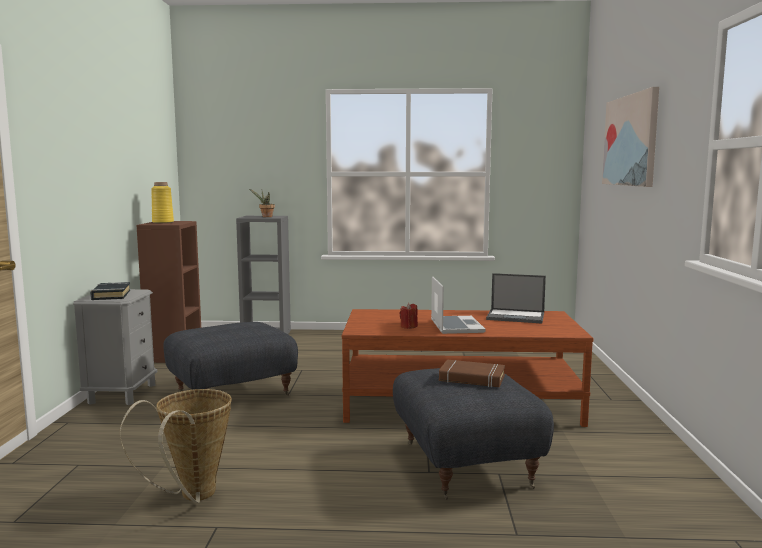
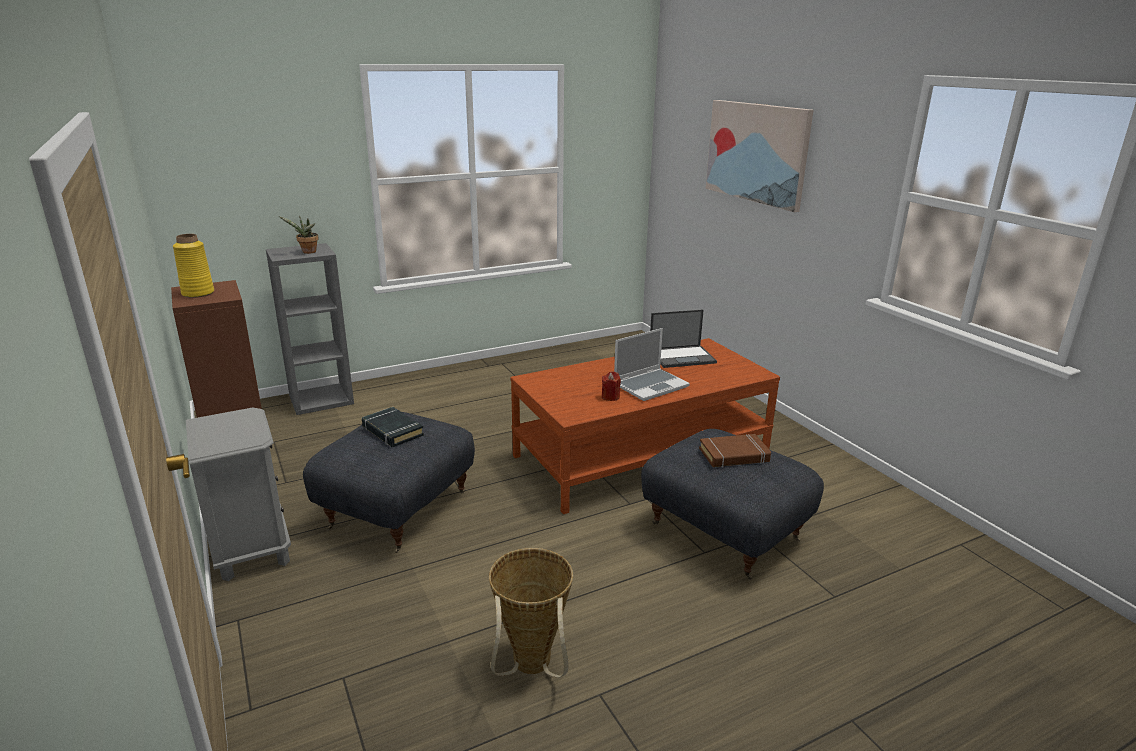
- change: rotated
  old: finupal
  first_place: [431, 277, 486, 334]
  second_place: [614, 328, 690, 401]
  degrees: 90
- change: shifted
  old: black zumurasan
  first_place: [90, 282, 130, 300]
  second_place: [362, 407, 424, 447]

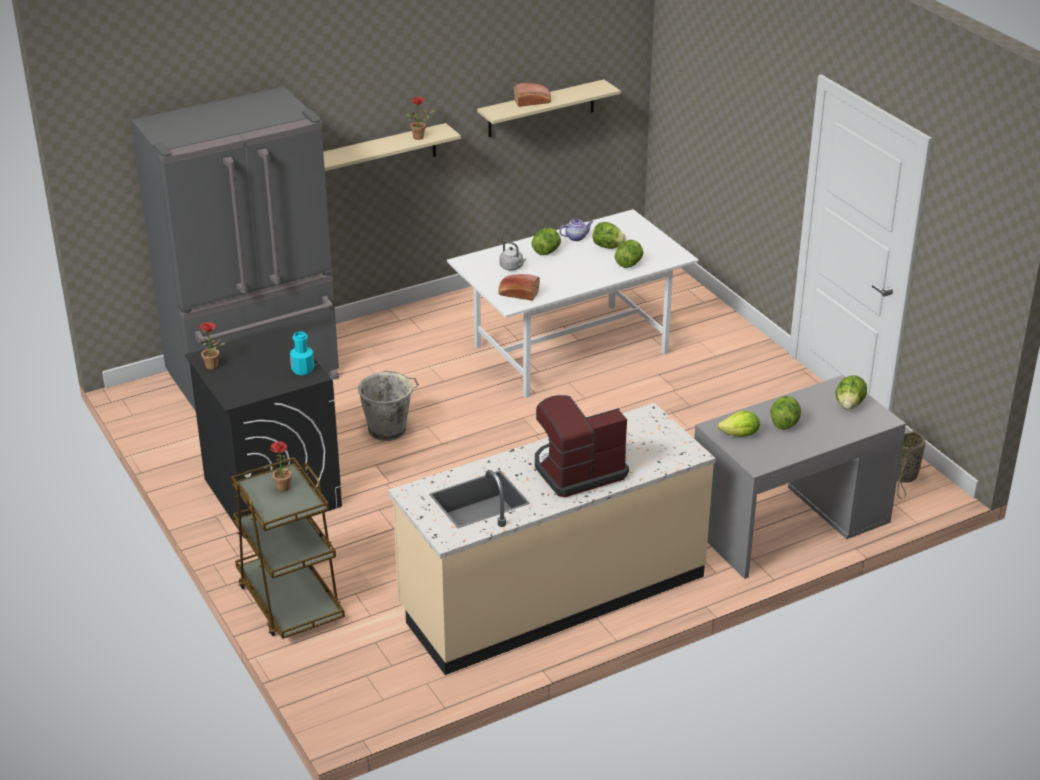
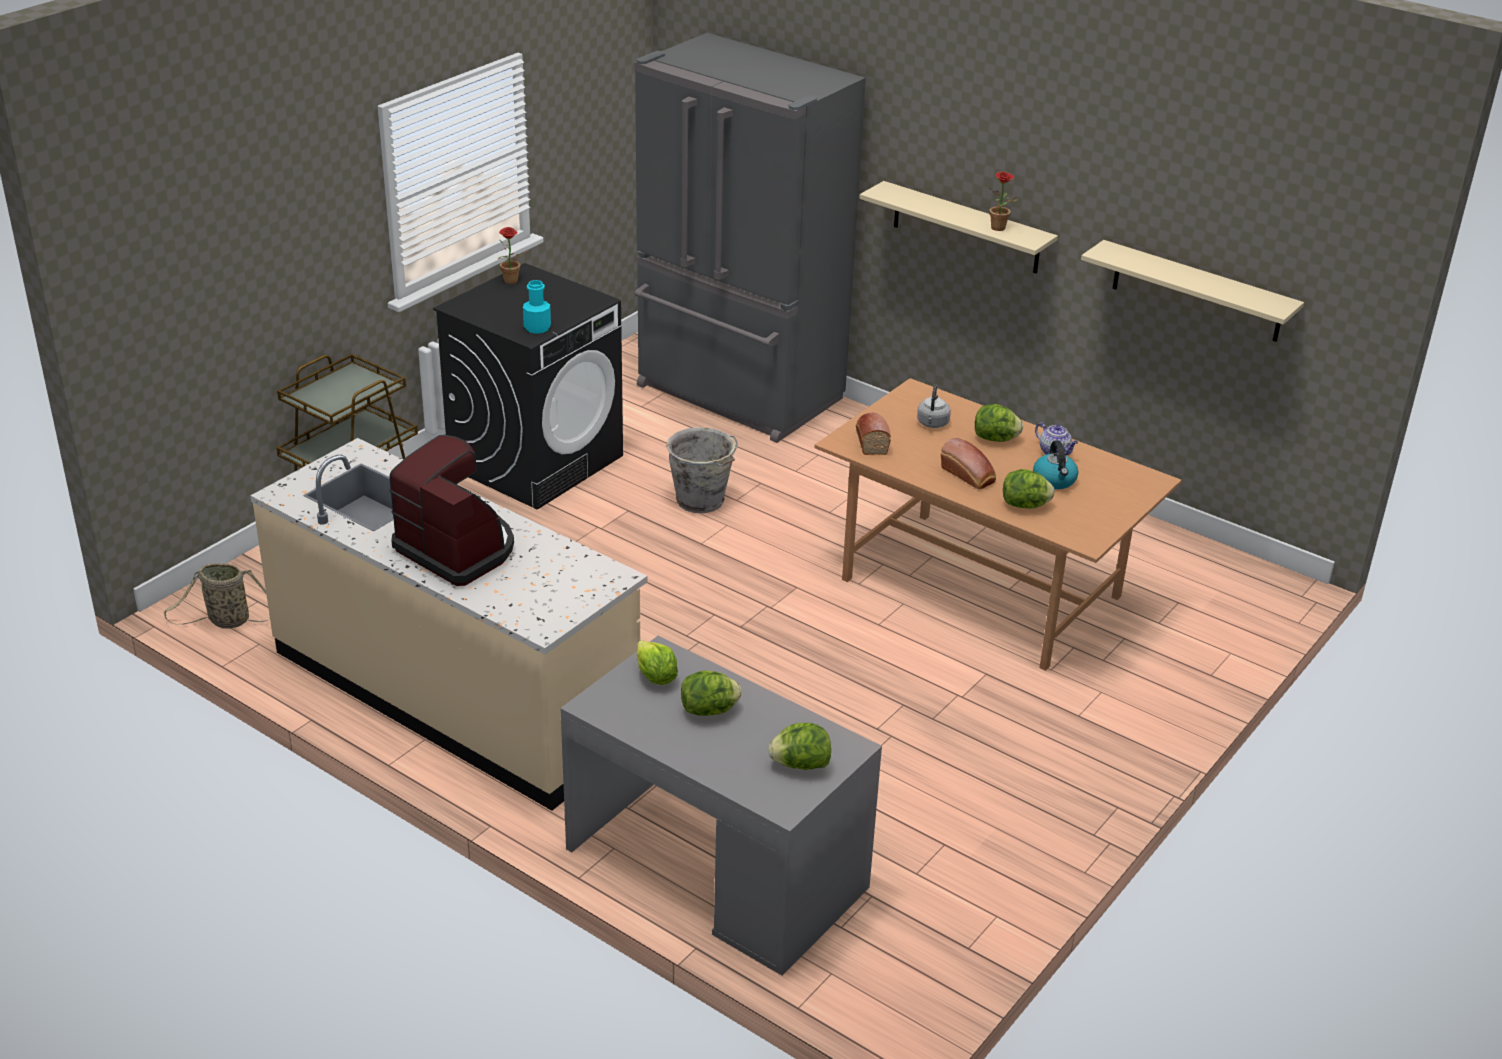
- change: shifted
  old: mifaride
  first_place: [514, 83, 551, 107]
  second_place: [941, 438, 996, 489]
- change: repainted
  old: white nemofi
  new: brown nemofi
  first_place: [447, 209, 699, 398]
  second_place: [814, 378, 1182, 671]
- change: swapped
  old: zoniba
  new: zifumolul
  first_place: [593, 222, 626, 249]
  second_place: [1033, 440, 1078, 489]
- change: shifted
  old: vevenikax
  first_place: [896, 428, 925, 499]
  second_place: [164, 563, 268, 629]
- change: gone
  old: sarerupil
  first_place: [262, 442, 300, 492]

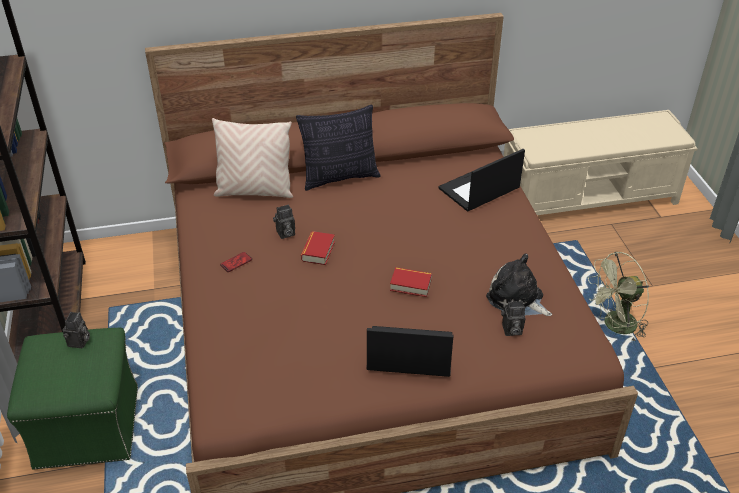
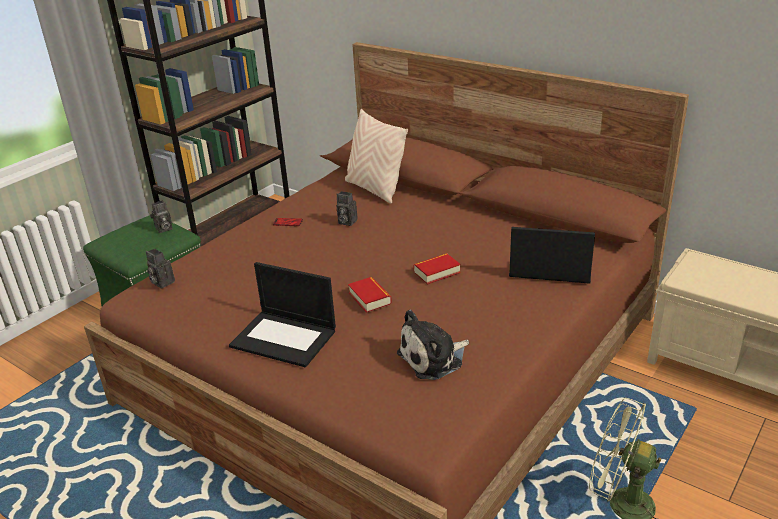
- change: gone
  old: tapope
  first_place: [296, 105, 380, 191]
- change: shifted
  old: zumurasan
  first_place: [301, 231, 335, 265]
  second_place: [413, 253, 461, 284]
- change: rotated
  old: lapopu
  first_place: [486, 253, 552, 316]
  second_place: [397, 310, 469, 380]
  degrees: -120
- change: shifted
  old: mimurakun
  first_place: [501, 301, 525, 336]
  second_place: [146, 248, 175, 288]
- change: rotated
  old: finupal
  first_place: [366, 326, 454, 377]
  second_place: [229, 262, 336, 367]
  degrees: 150

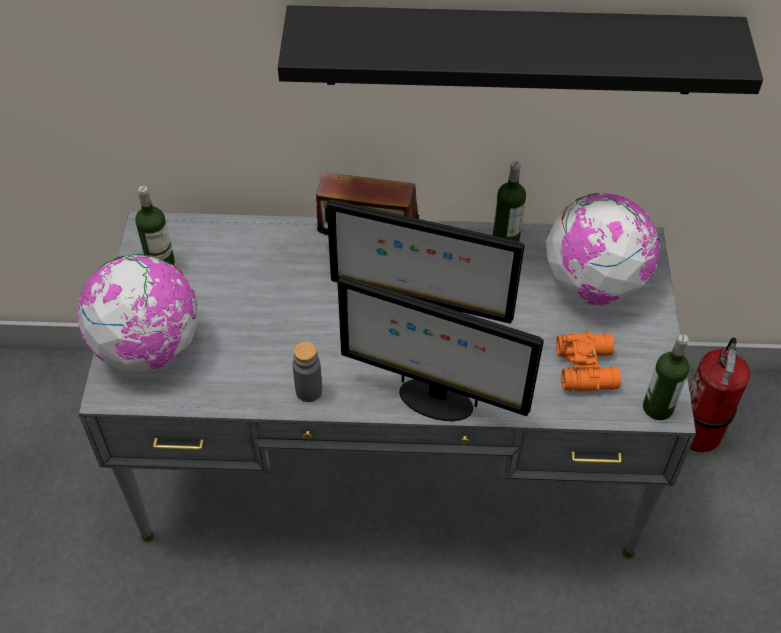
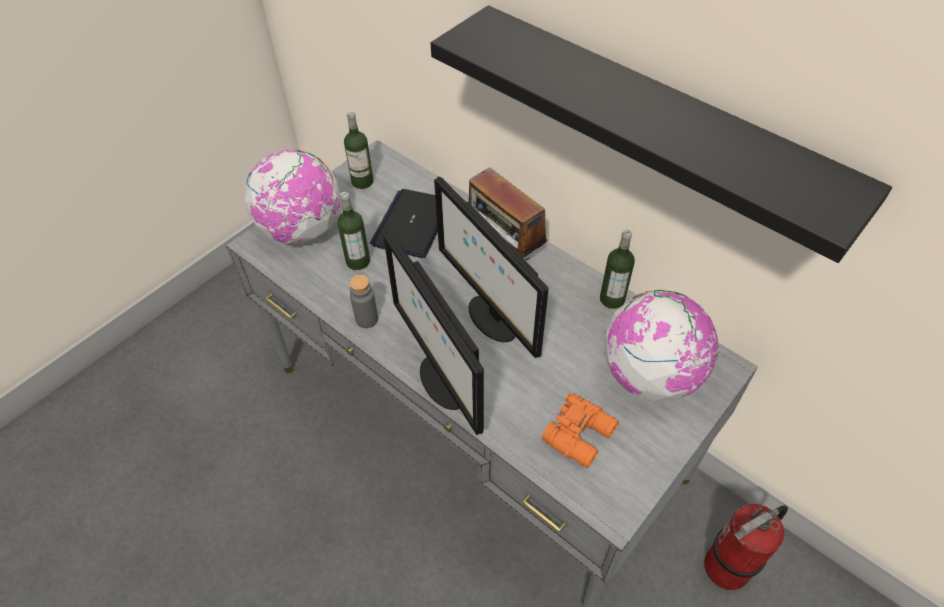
- change: shifted
  old: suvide
  first_place: [643, 334, 689, 420]
  second_place: [337, 192, 370, 270]
- change: new
  new: finupal
  second_place: [370, 189, 438, 258]

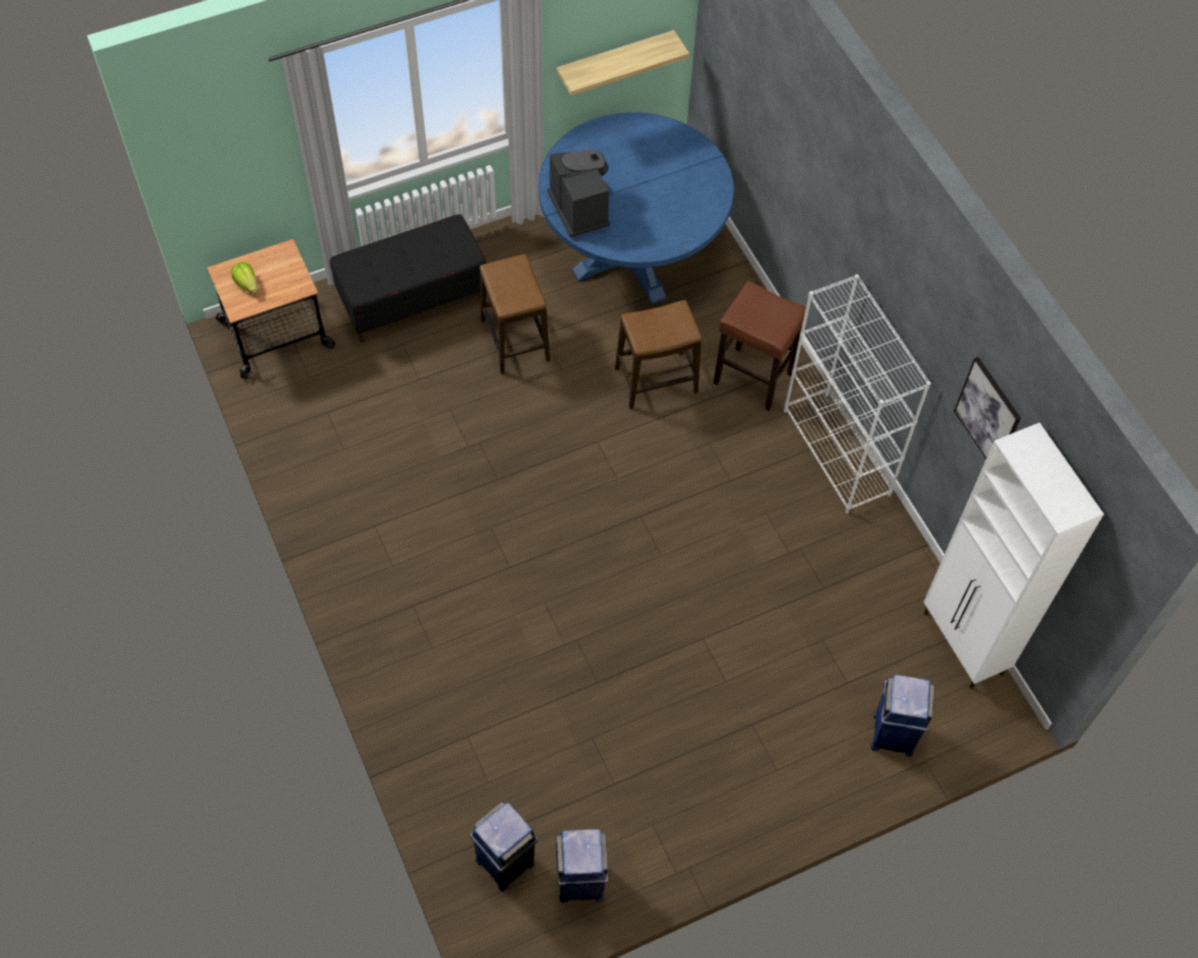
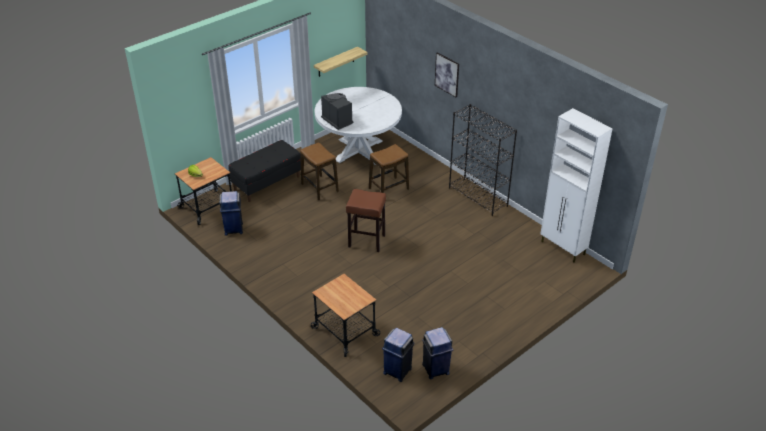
- change: repainted
  old: blue nemofi
  new: white nemofi
  first_place: [538, 112, 734, 304]
  second_place: [315, 87, 402, 164]
- change: repainted
  old: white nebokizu
  new: black nebokizu
  first_place: [784, 274, 931, 514]
  second_place: [449, 104, 517, 216]
- change: shifted
  old: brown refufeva
  first_place: [713, 281, 806, 411]
  second_place: [346, 189, 386, 252]
- change: shifted
  old: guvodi
  first_place: [954, 357, 1021, 458]
  second_place: [435, 52, 459, 97]
- change: shifted
  old: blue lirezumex
  first_place: [871, 674, 934, 757]
  second_place: [219, 191, 243, 236]
- change: new
  new: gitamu
  second_place: [311, 274, 380, 357]

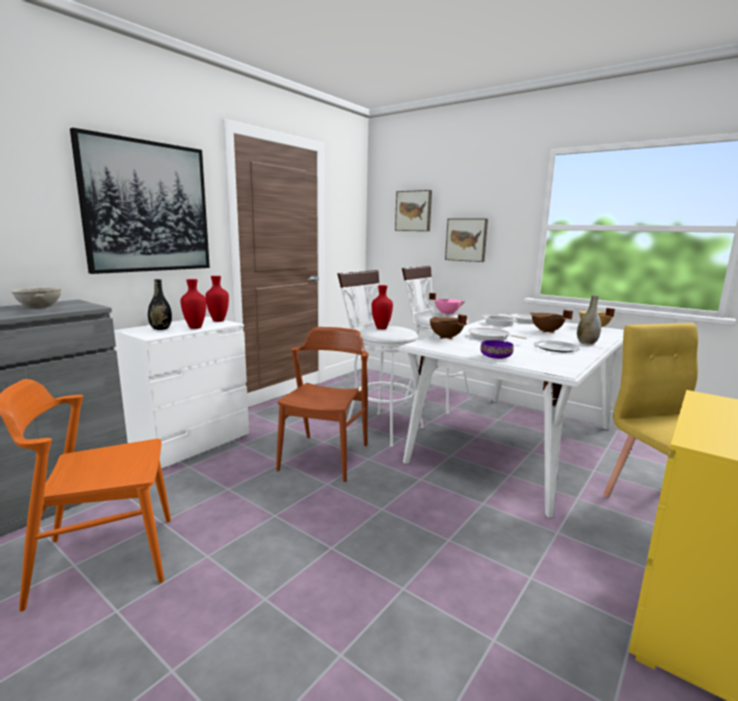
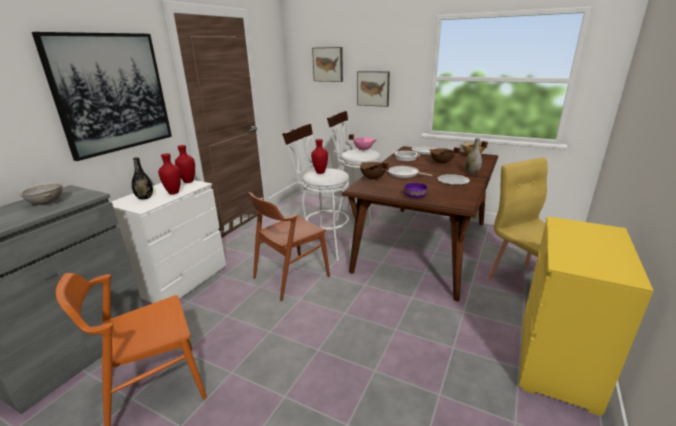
- change: repainted
  old: white nemofi
  new: brown nemofi
  first_place: [399, 314, 624, 518]
  second_place: [342, 146, 498, 301]
- change: rotated
  old: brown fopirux
  first_place: [276, 327, 369, 482]
  second_place: [248, 192, 330, 301]
  degrees: -135

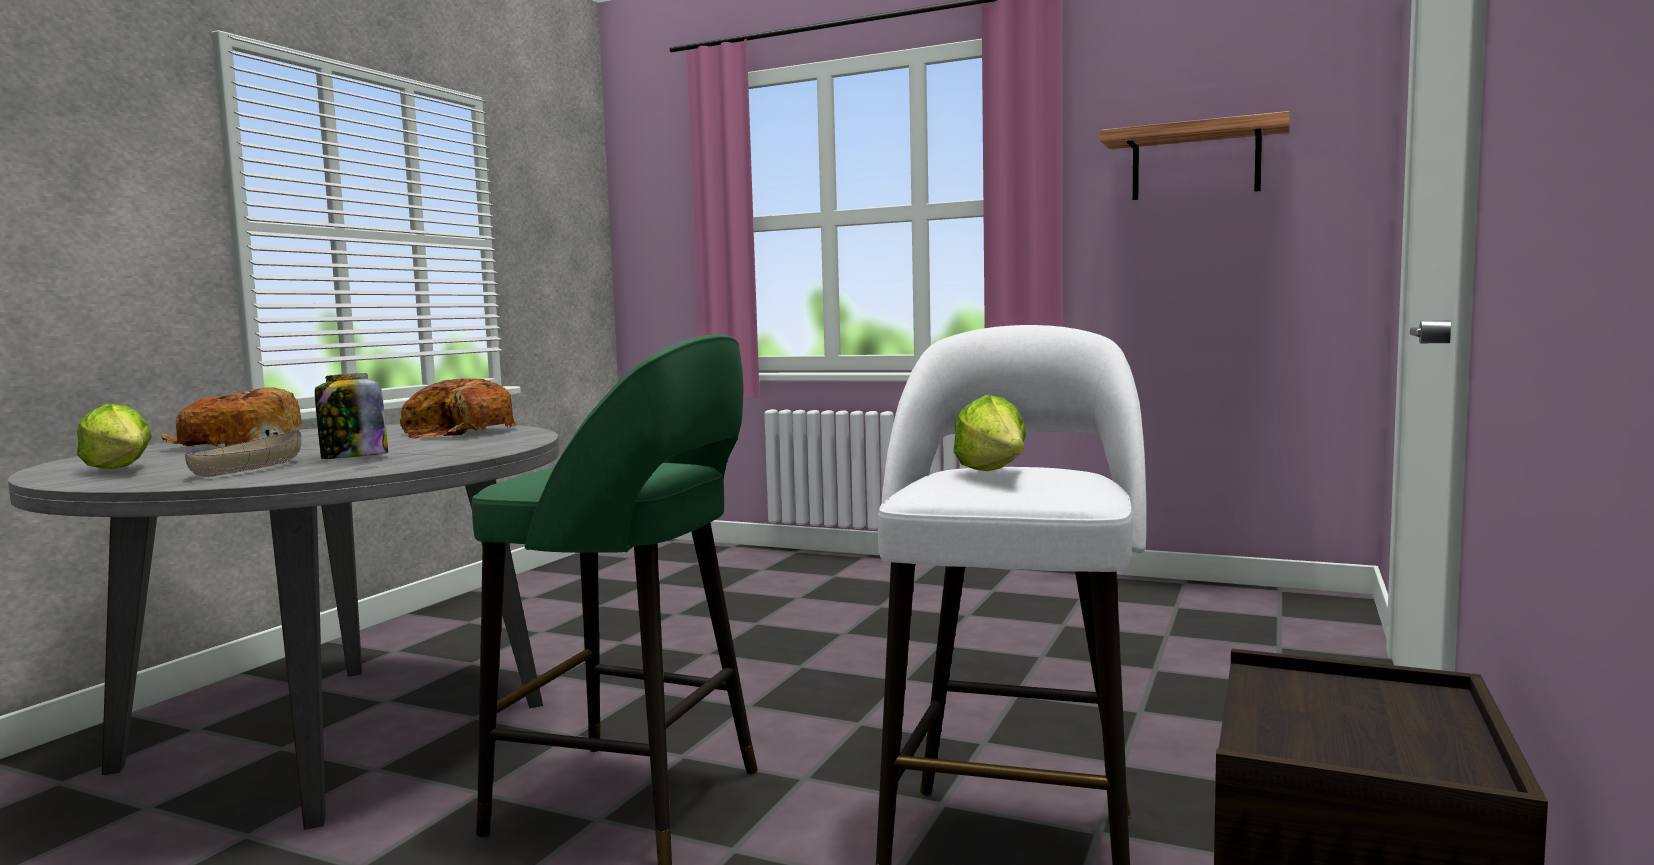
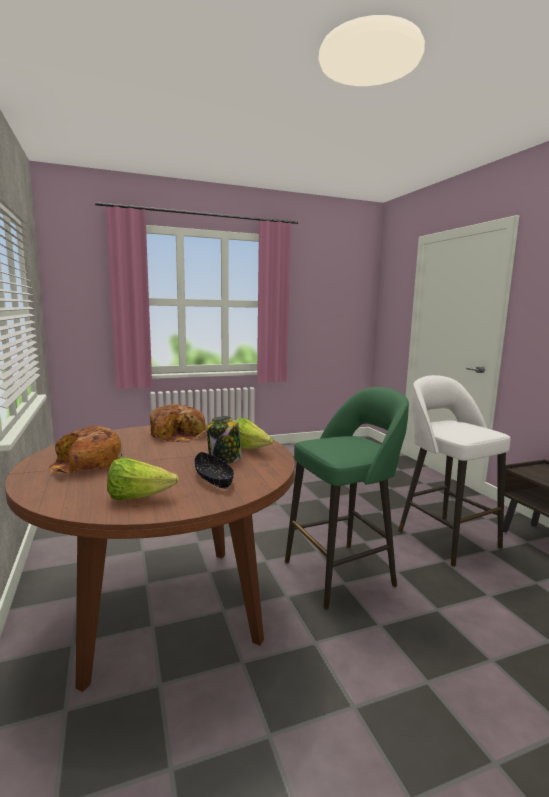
- change: gone
  old: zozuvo
  first_place: [1100, 111, 1290, 200]
- change: shifted
  old: zoniba
  first_place: [953, 395, 1026, 471]
  second_place: [236, 418, 273, 449]
- change: repainted
  old: grey nemofi
  new: brown nemofi
  first_place: [8, 424, 559, 830]
  second_place: [5, 425, 295, 692]
- change: repainted
  old: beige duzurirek
  new: black duzurirek
  first_place: [185, 430, 302, 477]
  second_place: [194, 452, 234, 489]

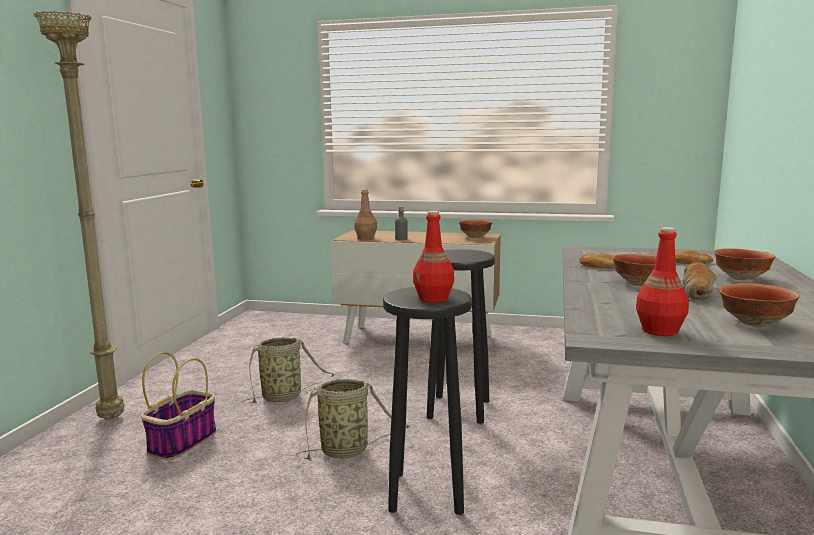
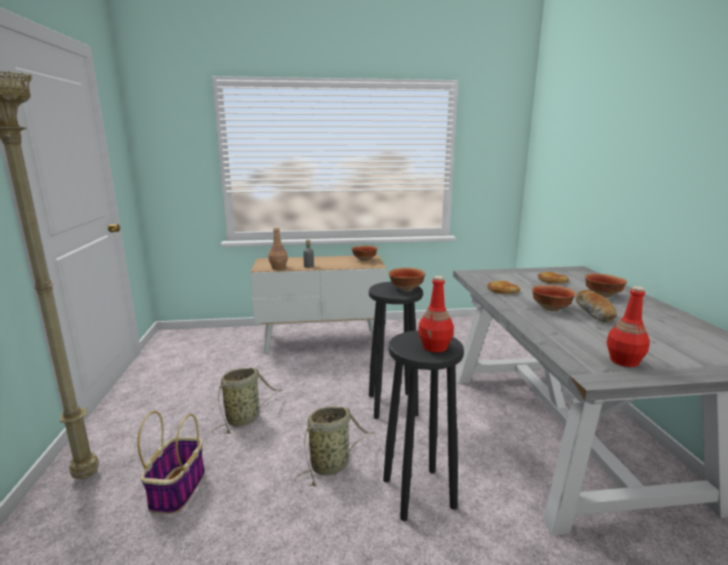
- change: shifted
  old: duzurirek
  first_place: [719, 283, 800, 327]
  second_place: [388, 268, 426, 291]

